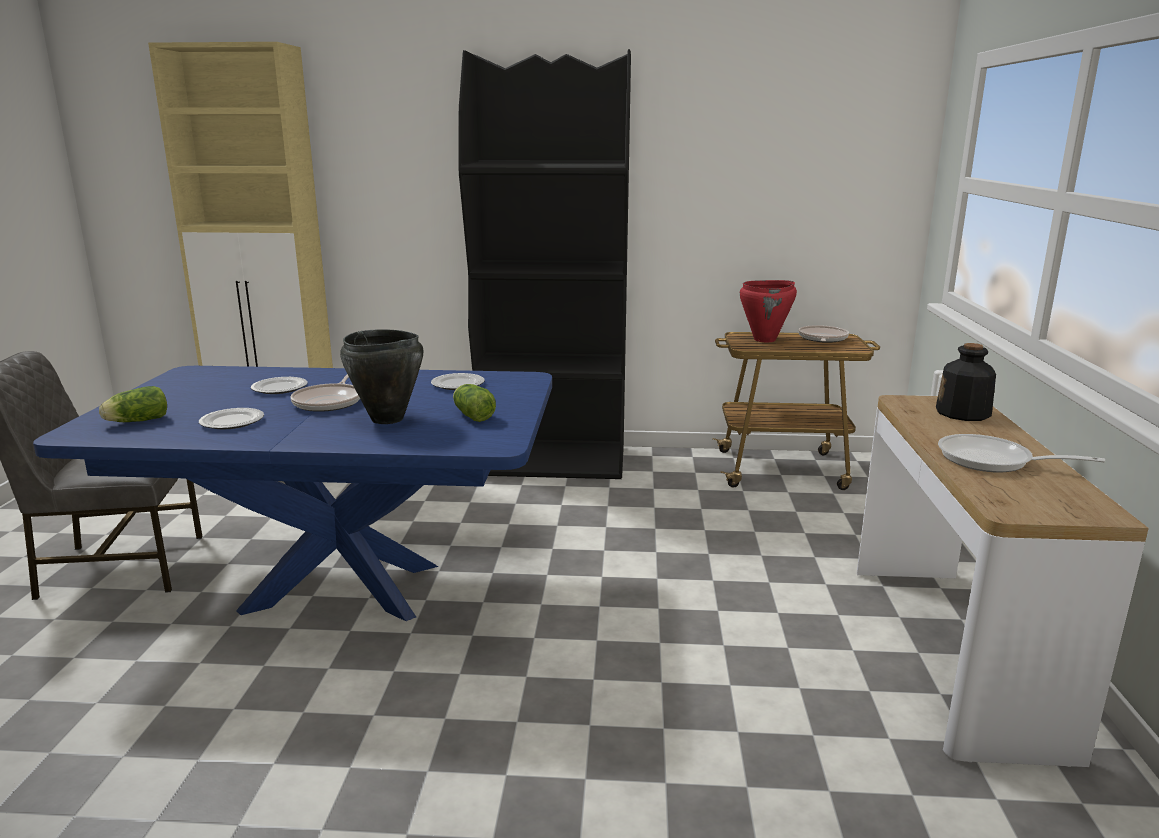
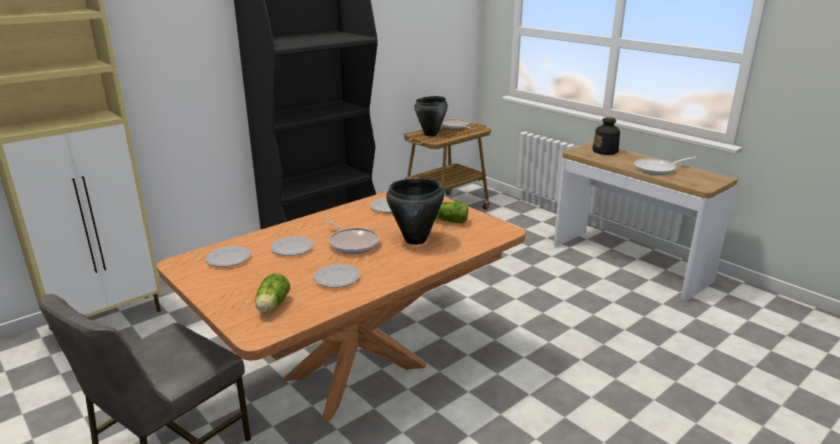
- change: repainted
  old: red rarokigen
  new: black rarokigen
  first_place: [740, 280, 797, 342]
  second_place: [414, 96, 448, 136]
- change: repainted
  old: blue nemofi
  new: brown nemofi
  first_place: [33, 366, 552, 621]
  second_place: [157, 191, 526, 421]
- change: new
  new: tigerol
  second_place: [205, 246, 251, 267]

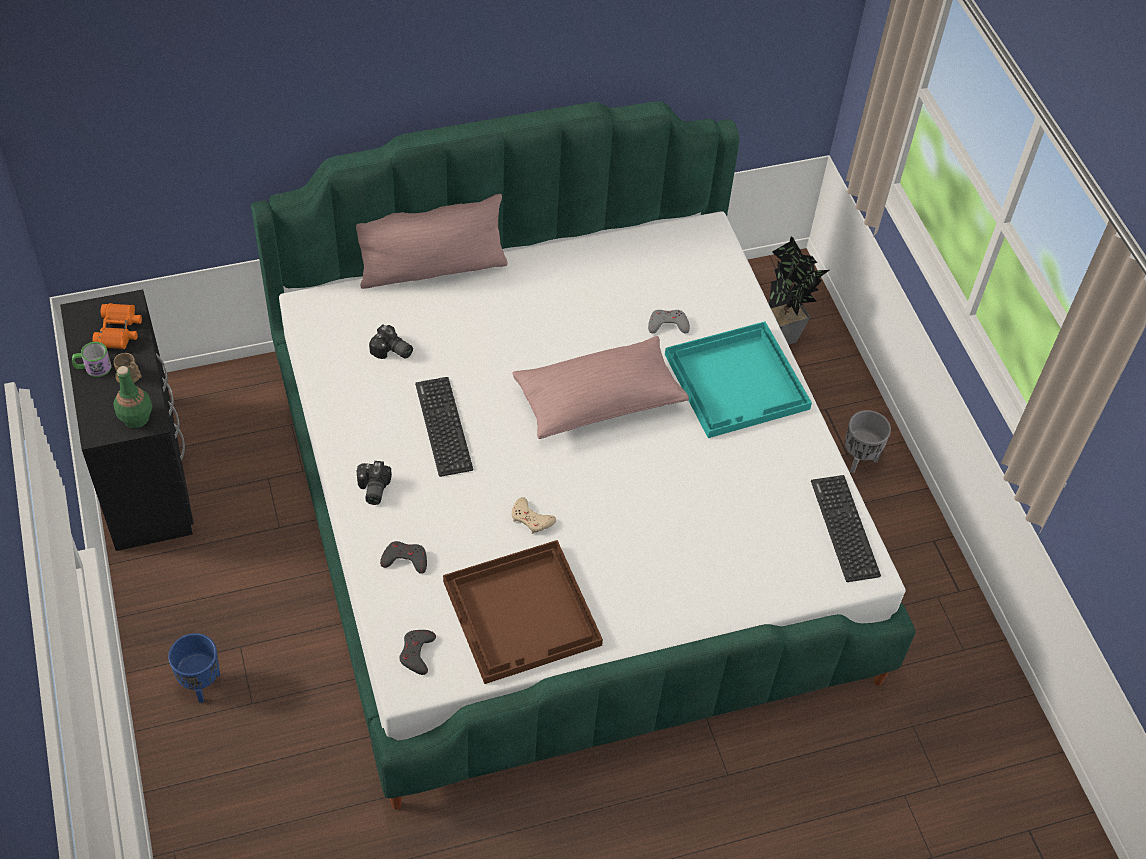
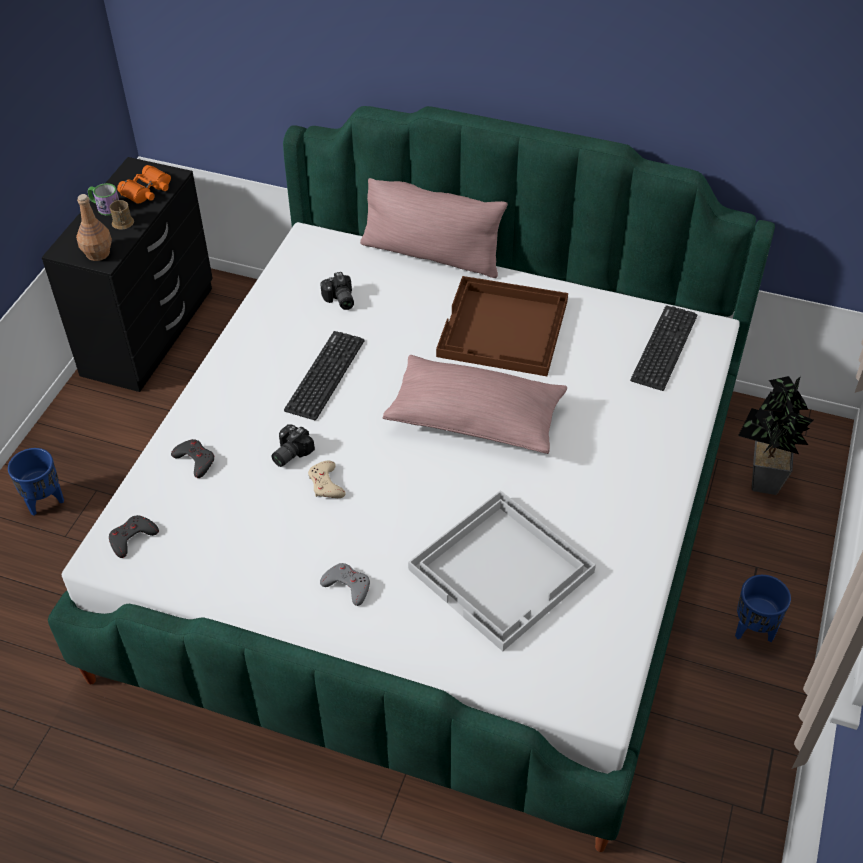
- change: shifted
  old: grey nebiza
  first_place: [648, 310, 690, 333]
  second_place: [320, 563, 370, 606]
- change: gone
  old: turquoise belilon
  first_place: [665, 322, 812, 438]
- change: repainted
  old: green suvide
  new: brown suvide
  first_place: [113, 366, 152, 428]
  second_place: [76, 194, 112, 261]
- change: repainted
  old: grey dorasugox
  new: blue dorasugox
  first_place: [845, 410, 891, 474]
  second_place: [735, 575, 791, 642]
- change: shifted
  old: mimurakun
  first_place: [357, 461, 392, 505]
  second_place: [271, 424, 315, 467]
- change: shifted
  old: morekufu
  first_place: [811, 475, 881, 582]
  second_place: [630, 305, 697, 391]
- change: shifted
  old: brown belilon
  first_place: [443, 540, 603, 684]
  second_place: [436, 276, 568, 376]
- change: new
  new: white belilon
  second_place: [408, 490, 596, 651]

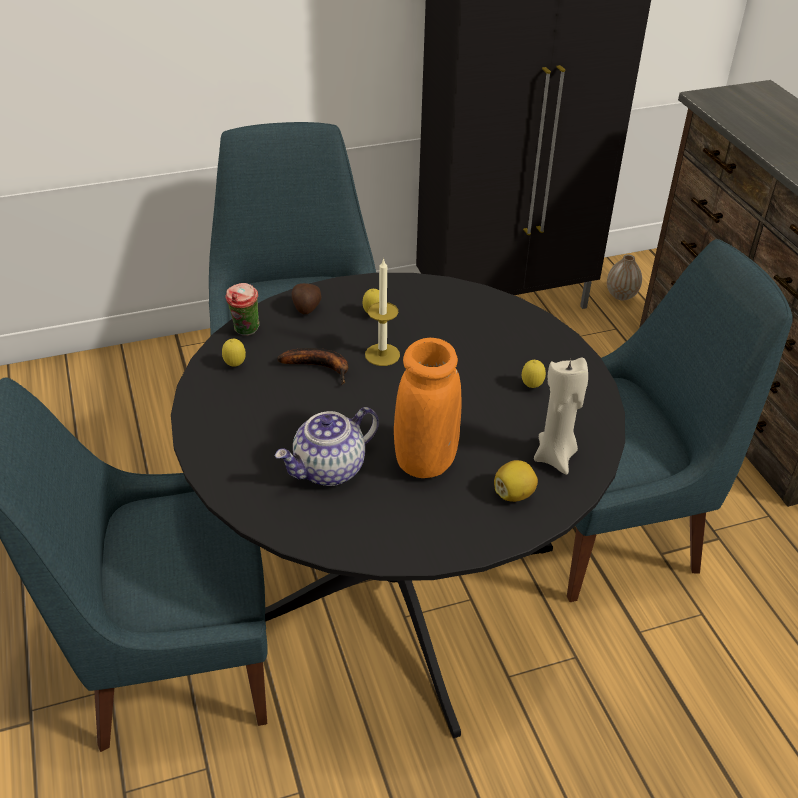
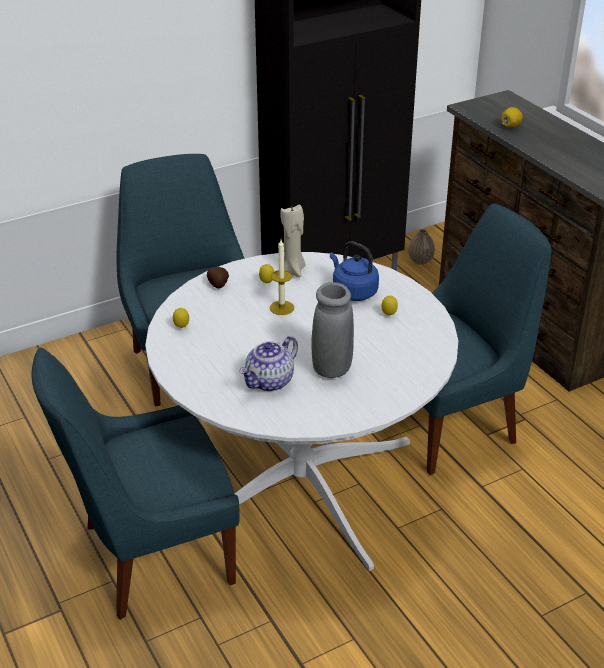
- change: repainted
  old: black nemofi
  new: white nemofi
  first_place: [171, 273, 625, 738]
  second_place: [145, 252, 458, 571]
- change: gone
  old: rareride
  first_place: [225, 283, 260, 336]
- change: repainted
  old: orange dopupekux
  new: grey dopupekux
  first_place: [394, 338, 462, 478]
  second_place: [311, 282, 354, 378]
- change: gone
  old: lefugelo
  first_place: [277, 348, 348, 385]
- change: shifted
  old: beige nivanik
  first_place: [534, 358, 588, 475]
  second_place: [280, 205, 306, 277]
- change: shifted
  old: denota
  first_place: [494, 460, 538, 502]
  second_place: [501, 107, 523, 128]
- change: new
  new: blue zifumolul
  second_place: [330, 241, 379, 301]

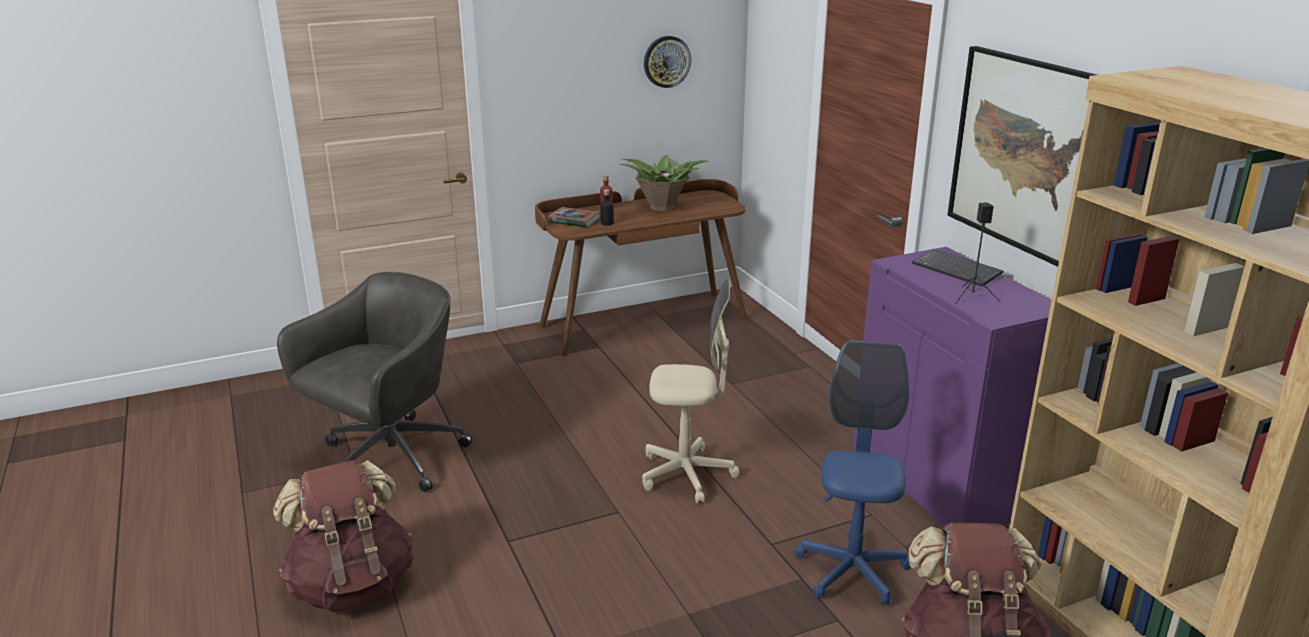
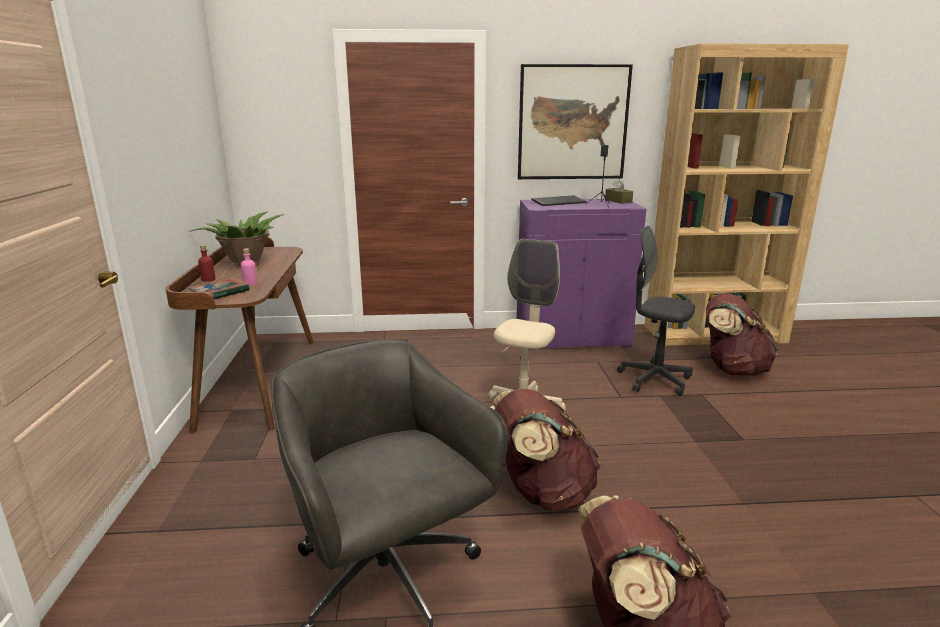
- change: gone
  old: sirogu
  first_place: [644, 36, 691, 88]
- change: repainted
  old: black suvide
  new: pink suvide
  first_place: [600, 189, 614, 226]
  second_place: [241, 248, 258, 286]
- change: repainted
  old: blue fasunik
  new: grey fasunik
  first_place: [795, 340, 911, 605]
  second_place: [617, 226, 695, 396]
- change: new
  new: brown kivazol
  second_place: [605, 179, 633, 204]
- change: new
  new: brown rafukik
  second_place: [493, 389, 601, 510]

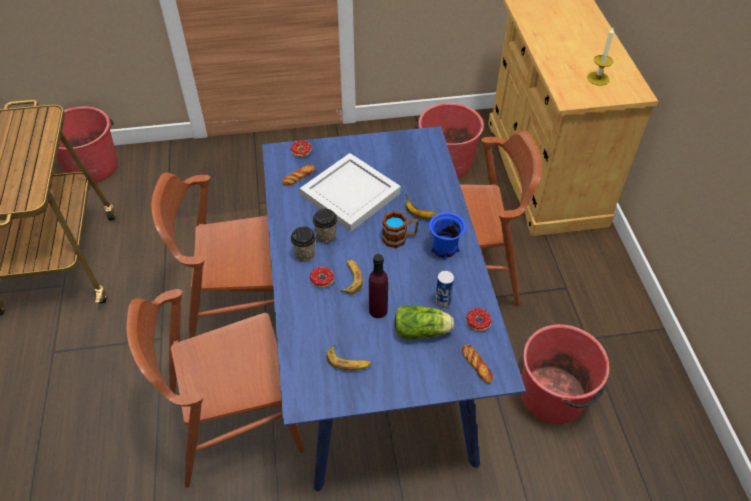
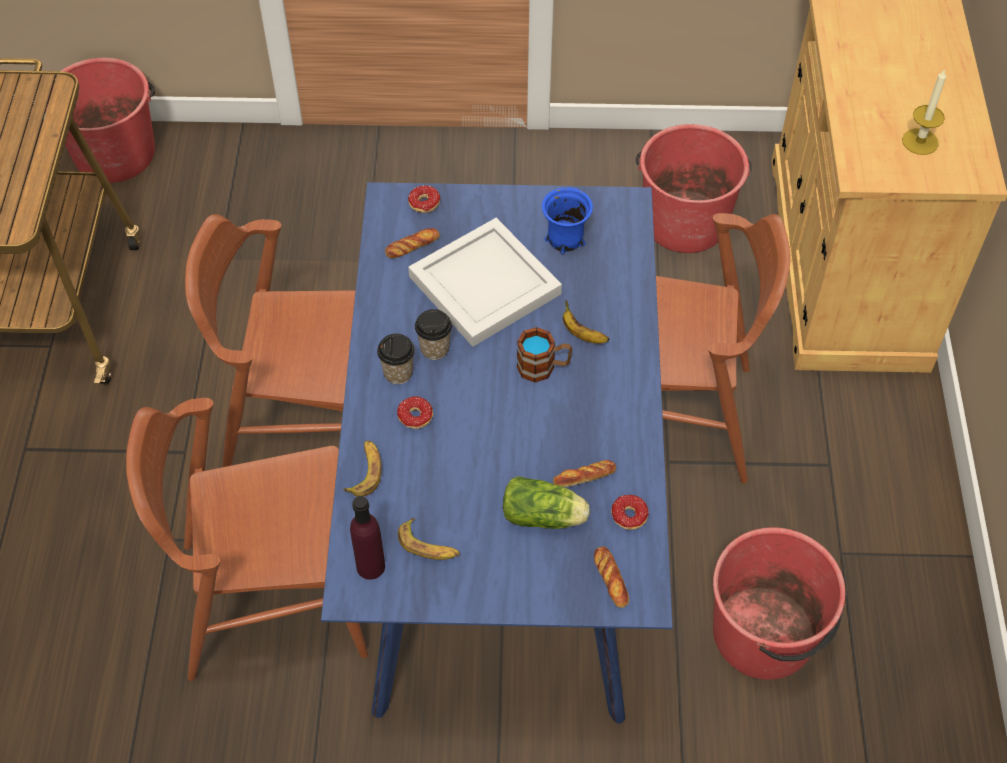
- change: shifted
  old: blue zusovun
  first_place: [429, 212, 466, 260]
  second_place: [542, 187, 593, 254]
- change: shifted
  old: purple suvide
  first_place: [369, 254, 388, 318]
  second_place: [350, 496, 385, 580]
- change: shifted
  old: lefugelo
  first_place: [340, 260, 363, 294]
  second_place: [343, 440, 382, 497]
- change: swapped
  old: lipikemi
  new: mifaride
  first_place: [435, 270, 454, 308]
  second_place: [553, 460, 616, 487]

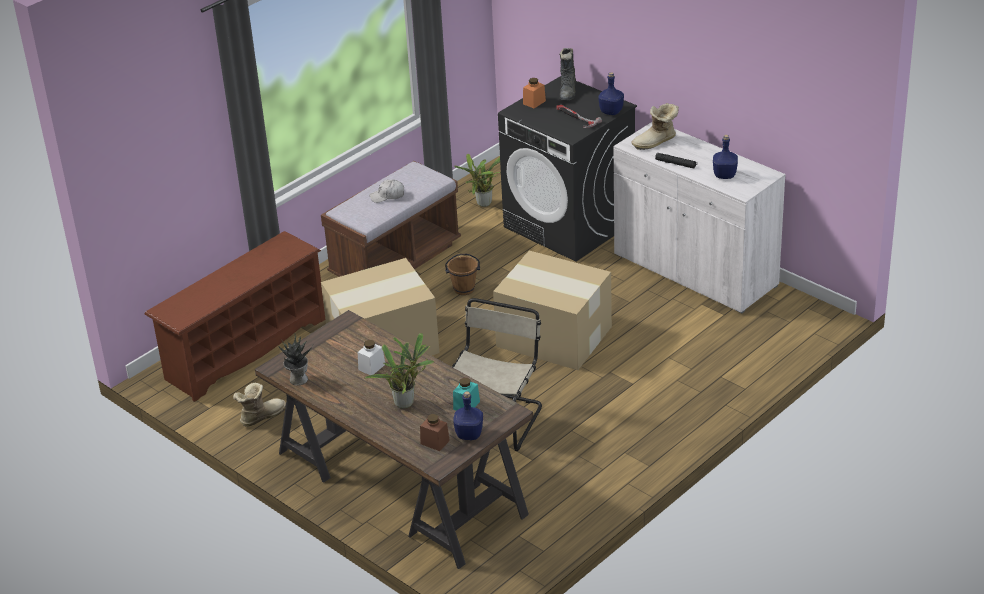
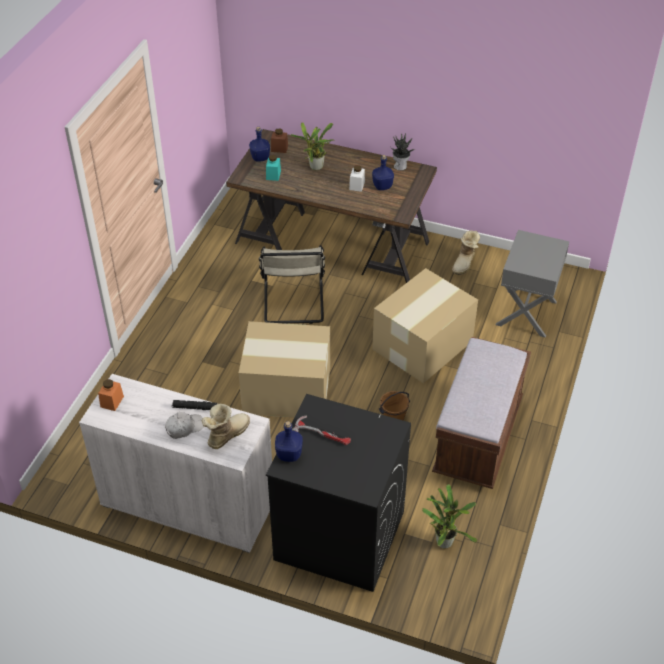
- change: gone
  old: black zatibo
  first_place: [559, 48, 576, 101]
- change: shifted
  old: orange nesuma
  first_place: [523, 78, 546, 108]
  second_place: [98, 379, 124, 411]
- change: shifted
  old: blue suvide
  first_place: [713, 135, 738, 179]
  second_place: [372, 155, 394, 190]
- change: shifted
  old: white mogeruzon
  first_place: [370, 180, 404, 203]
  second_place: [165, 412, 204, 439]
- change: swapped
  old: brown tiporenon
  new: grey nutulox
  first_place: [145, 231, 325, 402]
  second_place: [496, 230, 569, 338]

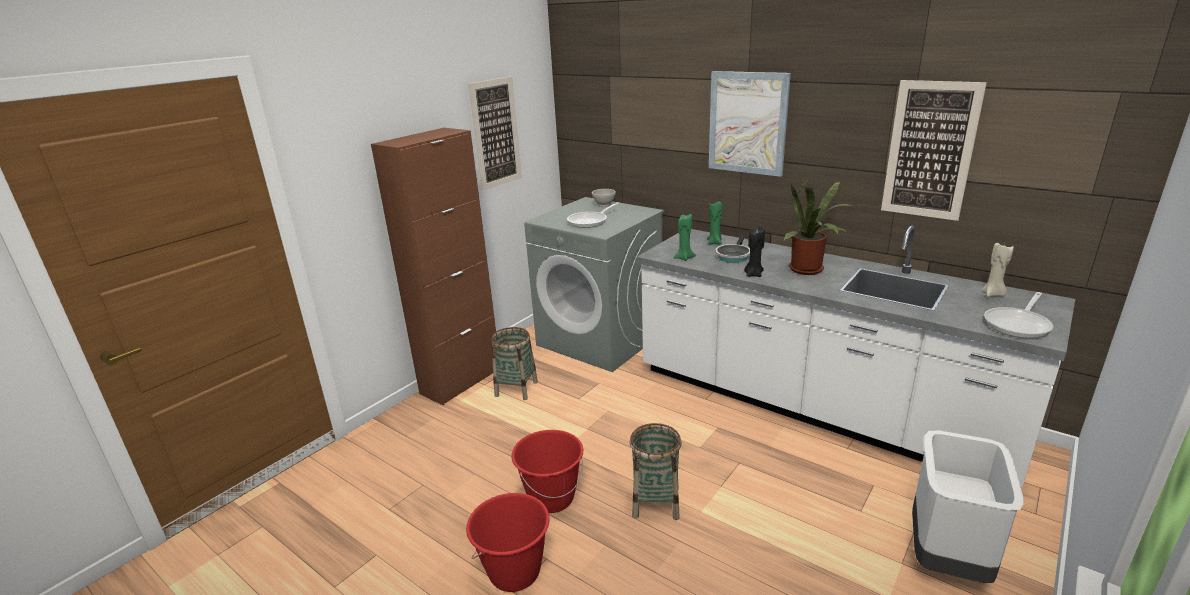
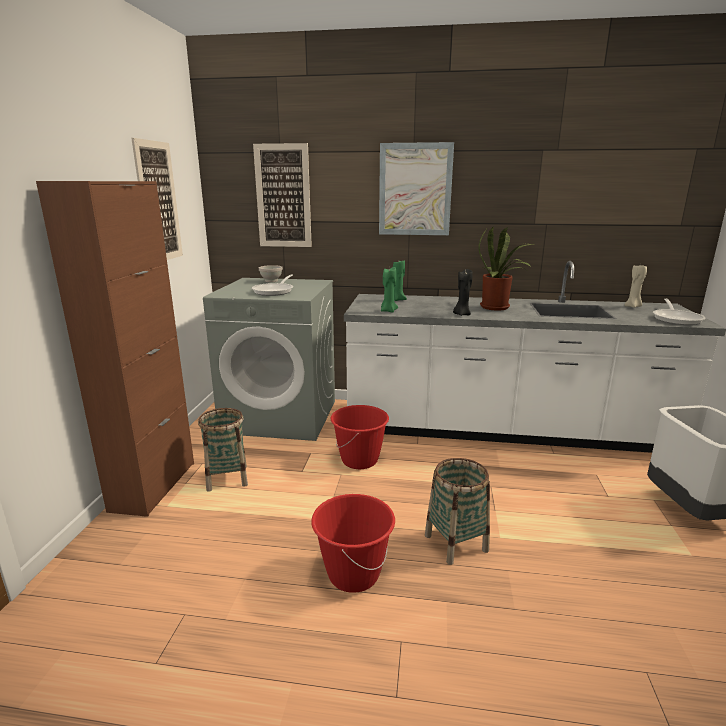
- change: shifted
  old: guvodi
  first_place: [881, 80, 987, 221]
  second_place: [253, 143, 312, 247]
- change: gone
  old: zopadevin
  first_place: [715, 236, 750, 263]
- change: shifted
  old: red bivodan
  first_place: [466, 493, 550, 592]
  second_place: [330, 405, 389, 469]

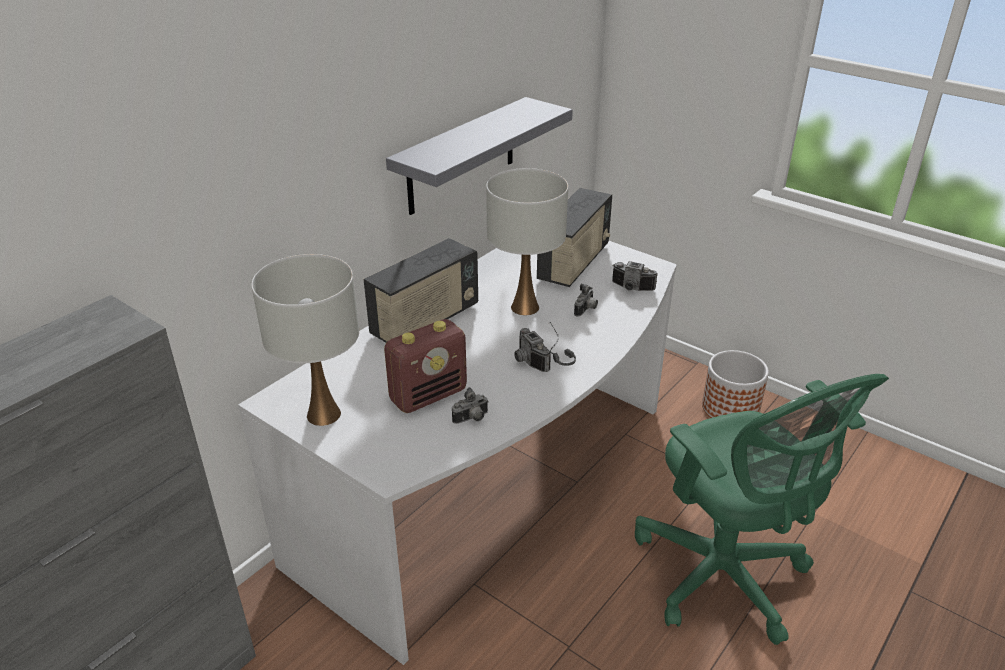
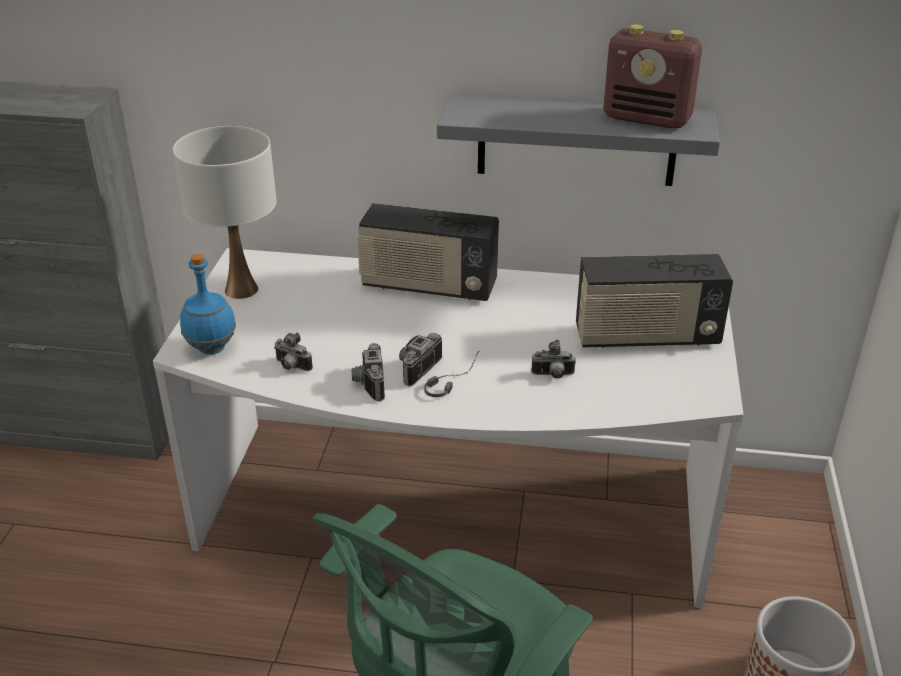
- change: gone
  old: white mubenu
  first_place: [486, 168, 568, 315]
- change: shifted
  old: mimurakun
  first_place: [612, 261, 658, 291]
  second_place: [351, 343, 385, 401]
- change: shifted
  old: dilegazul
  first_place: [384, 319, 467, 413]
  second_place: [603, 25, 702, 129]
- change: new
  new: blue suvide
  second_place: [180, 254, 236, 355]

